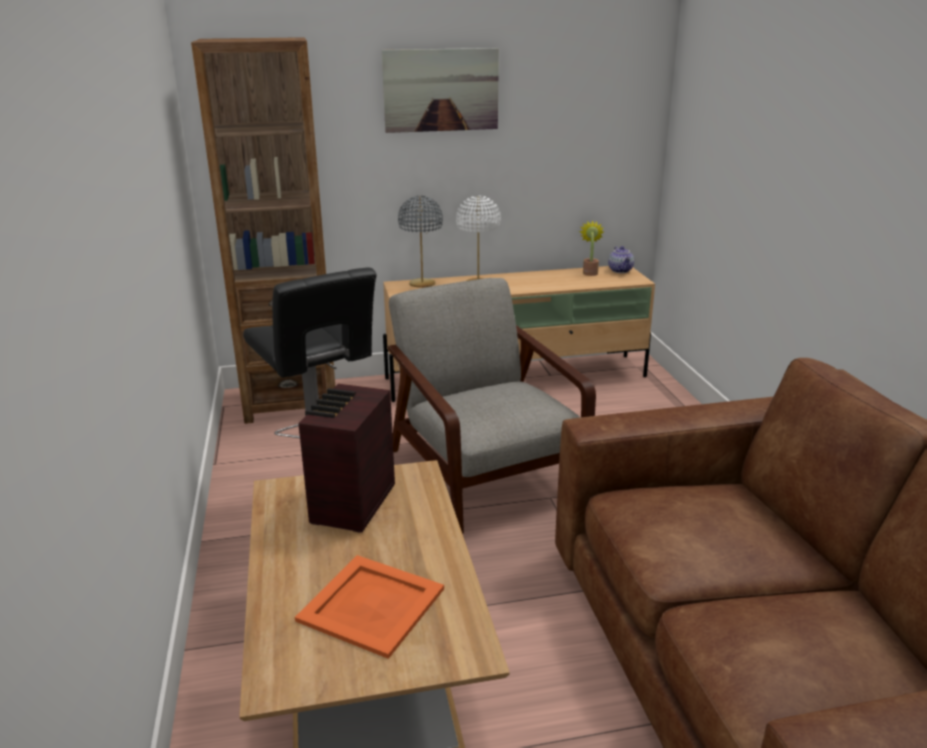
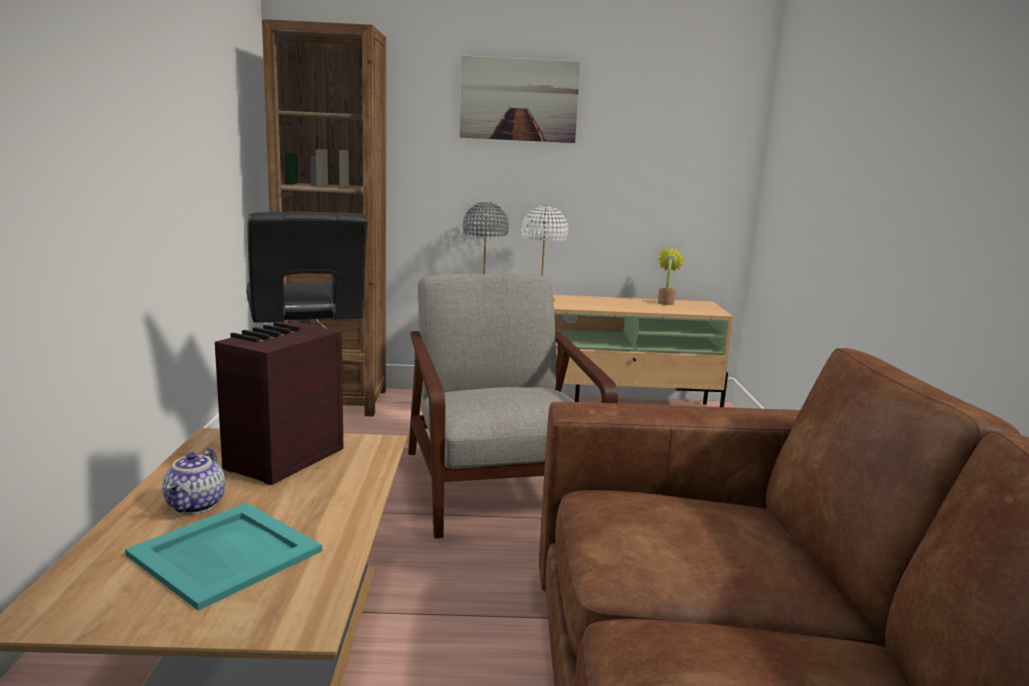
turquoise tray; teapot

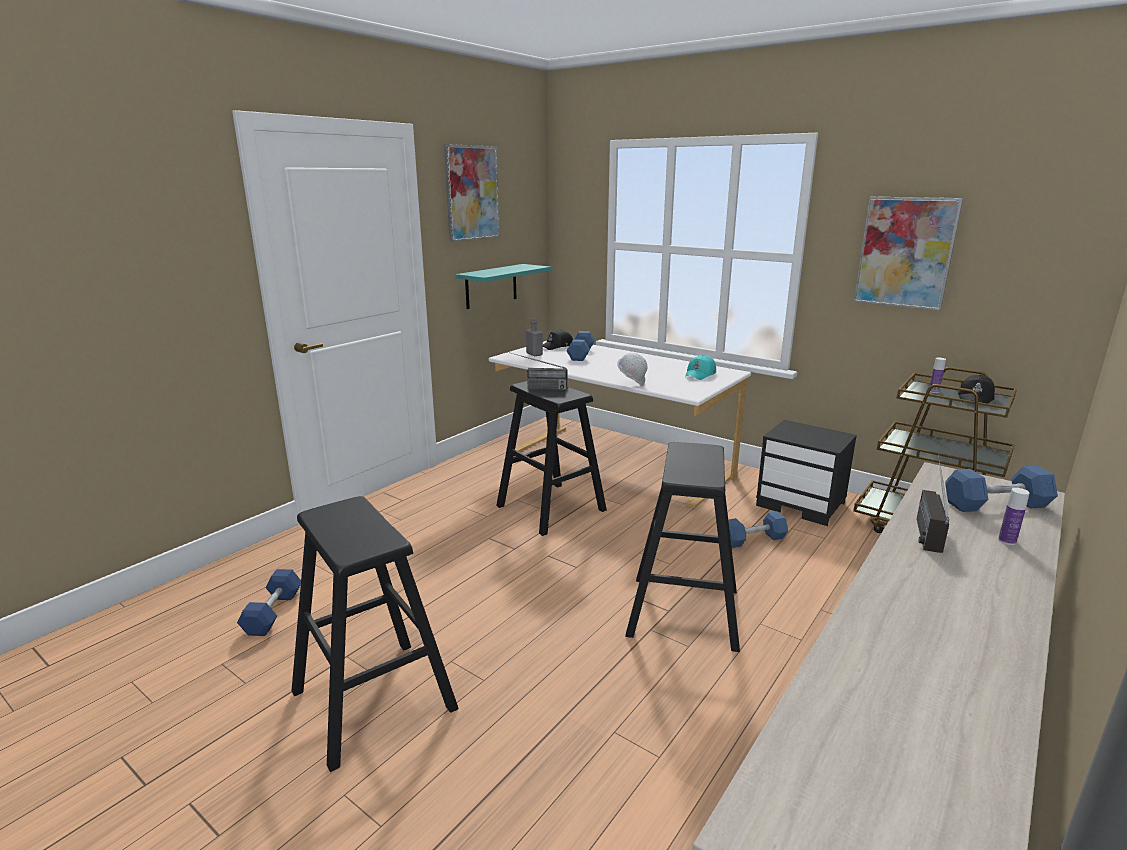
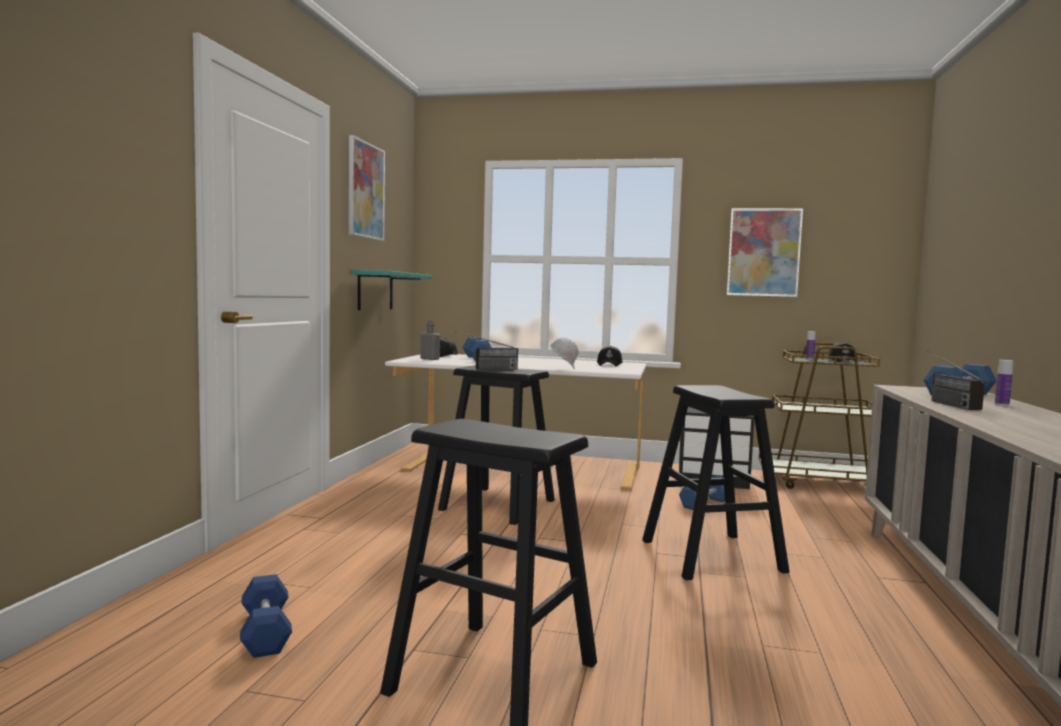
black cap (no. 2 from left)

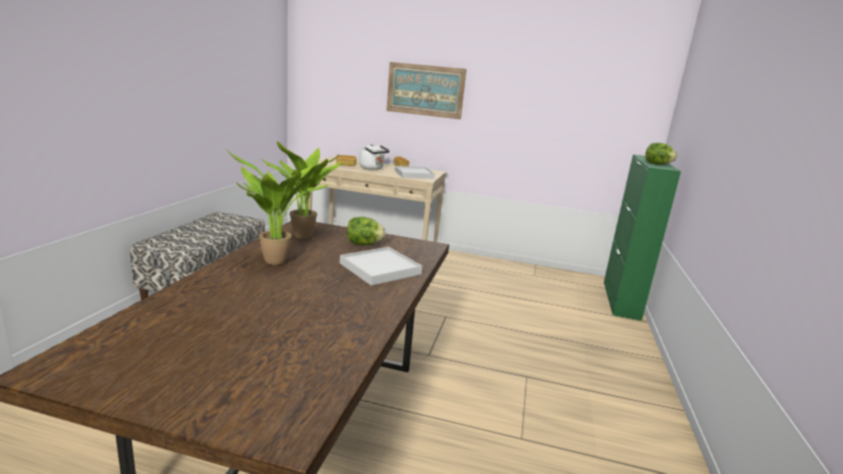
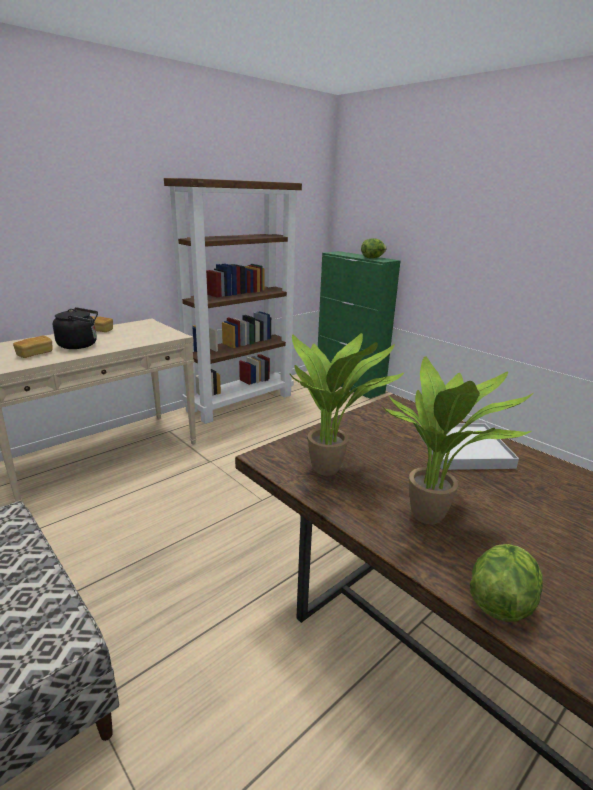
lettuce (no. 2 from left); black kettle; picture; white tray (no. 2 from left in the first image); brown bookcase

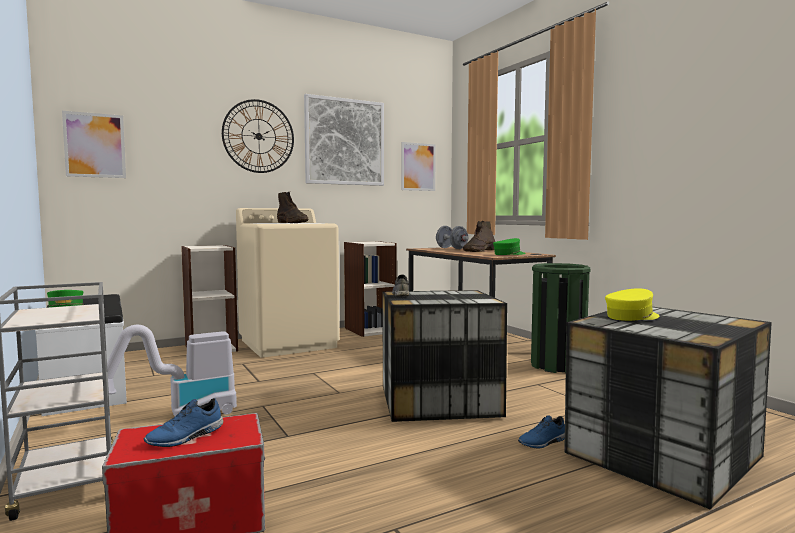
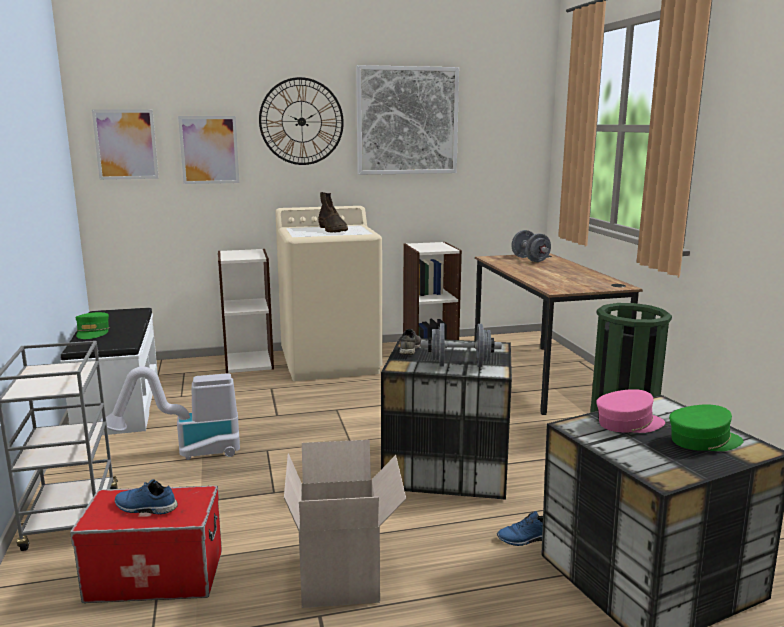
blue shoe (no. 1 from left); picture (no. 2 from left); brown boot (no. 2 from left in the first image); green cap (no. 2 from left); pink cap; cardboard box; grey dumbbell (no. 1 from left)

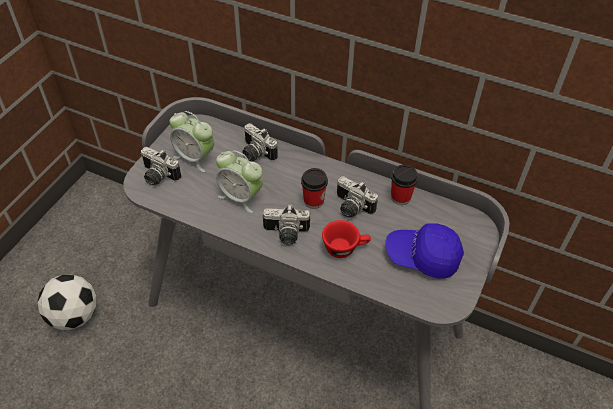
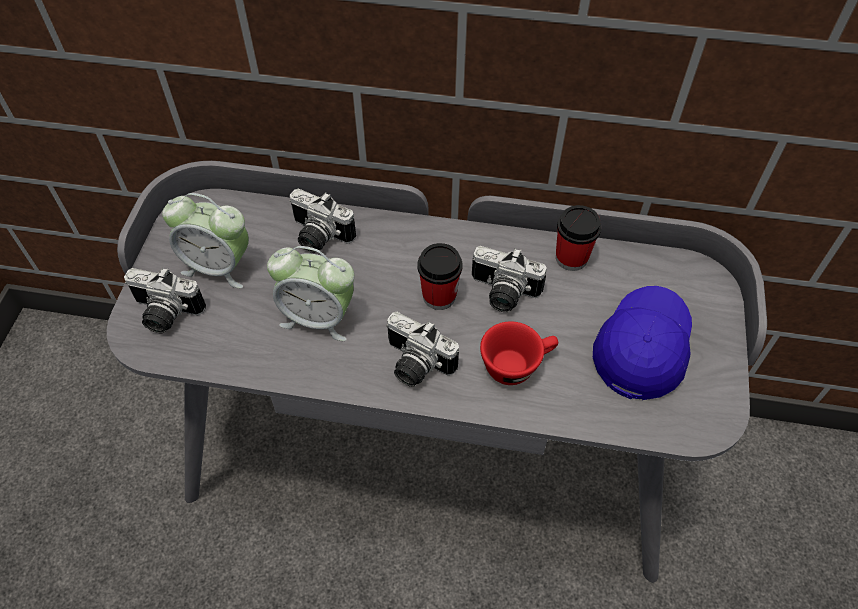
football; photo camera (no. 3 from left); blue cap

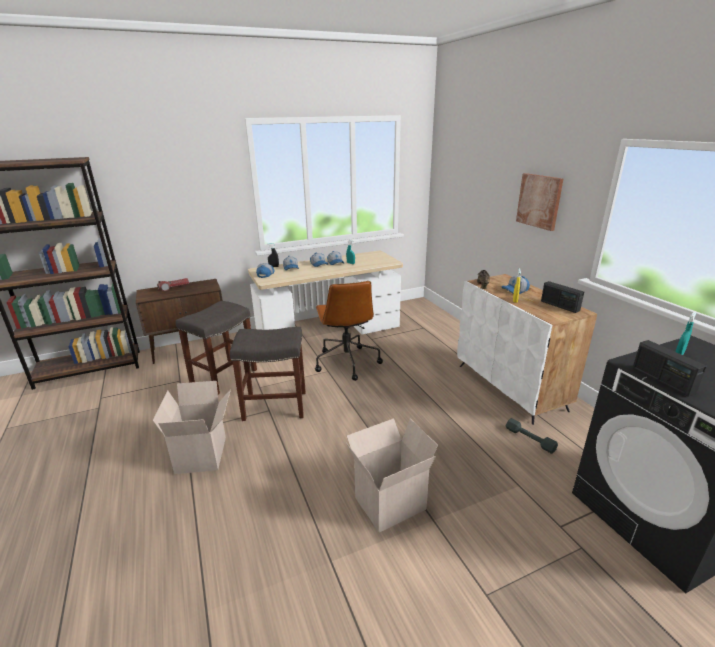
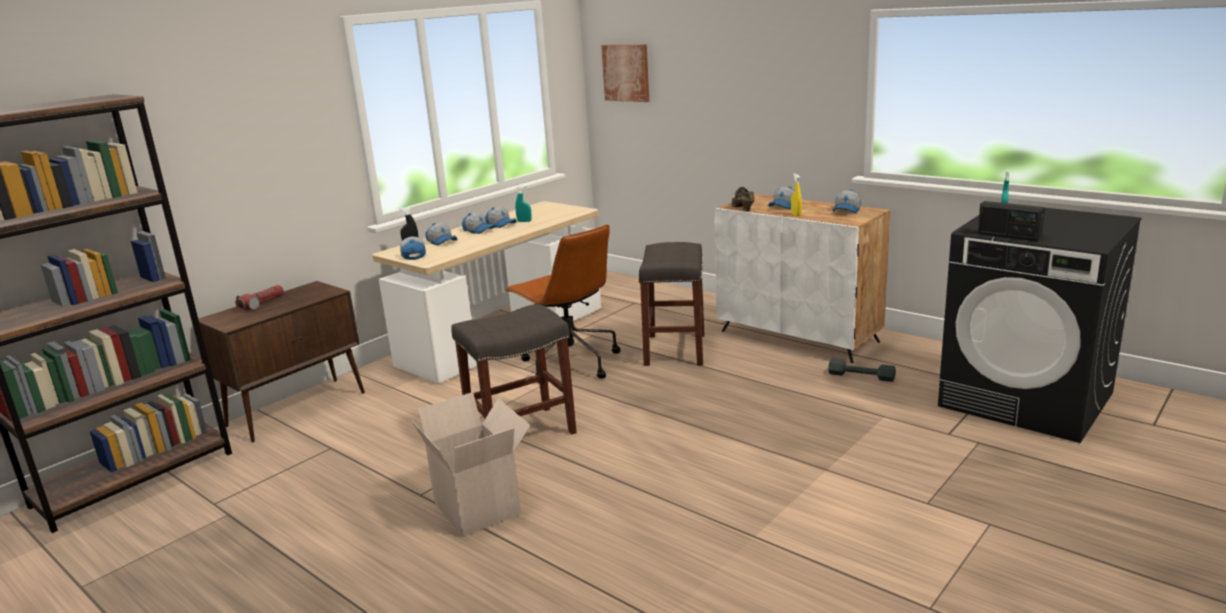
grey stool (no. 2 from left); cardboard box (no. 2 from left in the first image); picture; cap (no. 6 from left)

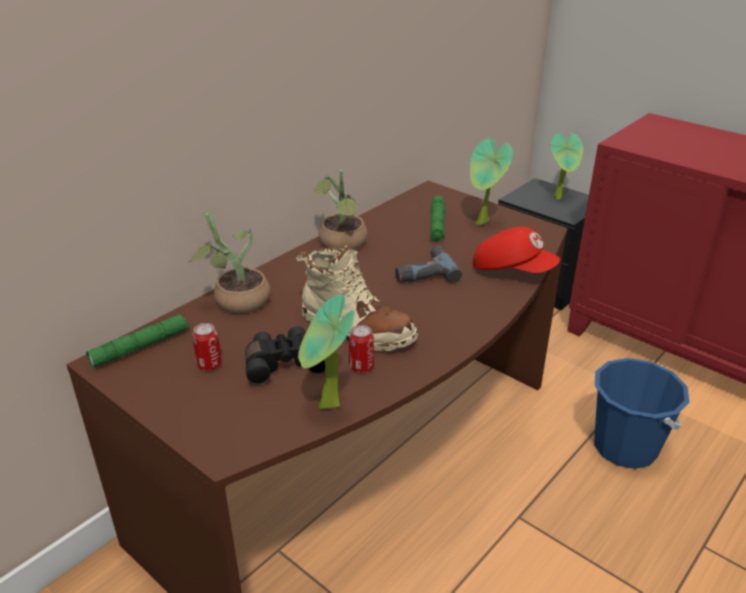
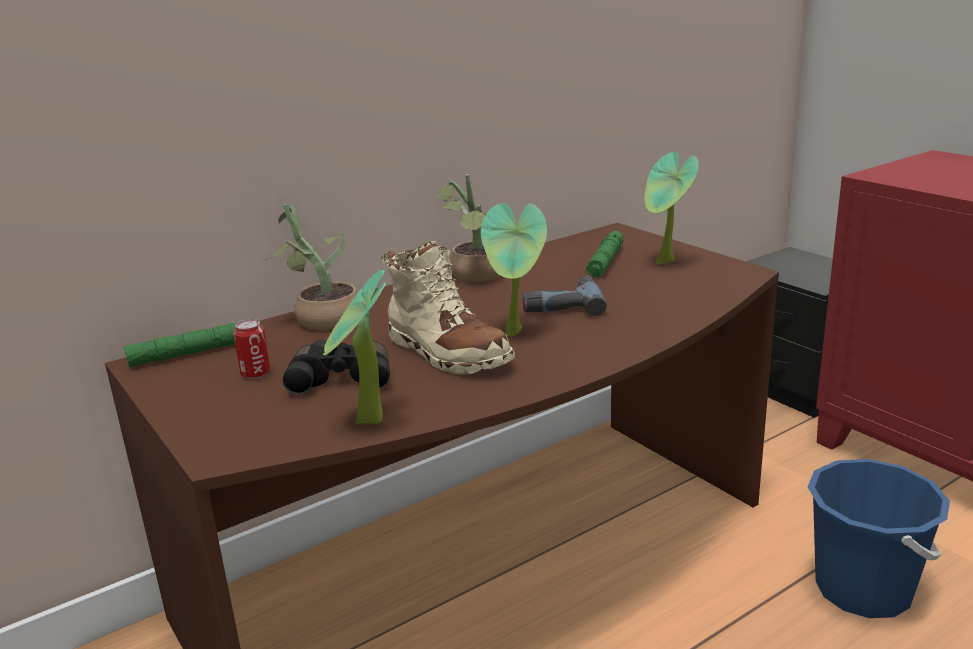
can (no. 2 from left in the first image); red cap; potted plant (no. 4 from left)

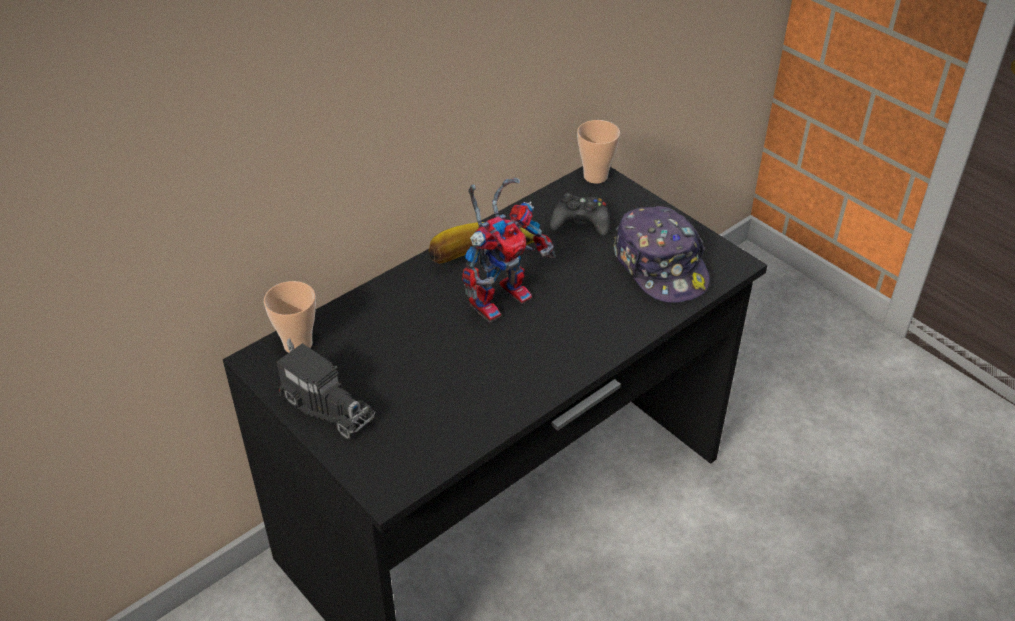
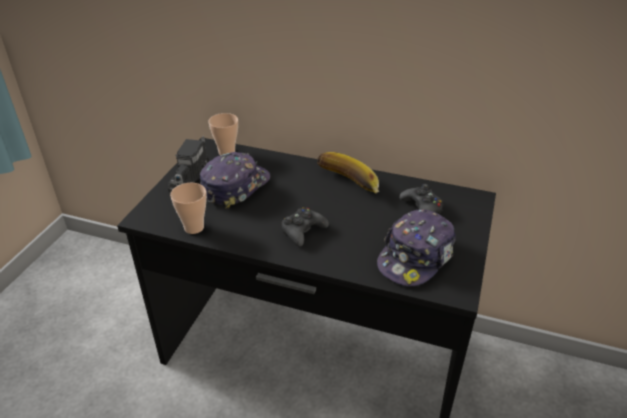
toy robot; cup (no. 1 from left); cap (no. 1 from left); black game controller (no. 1 from left)

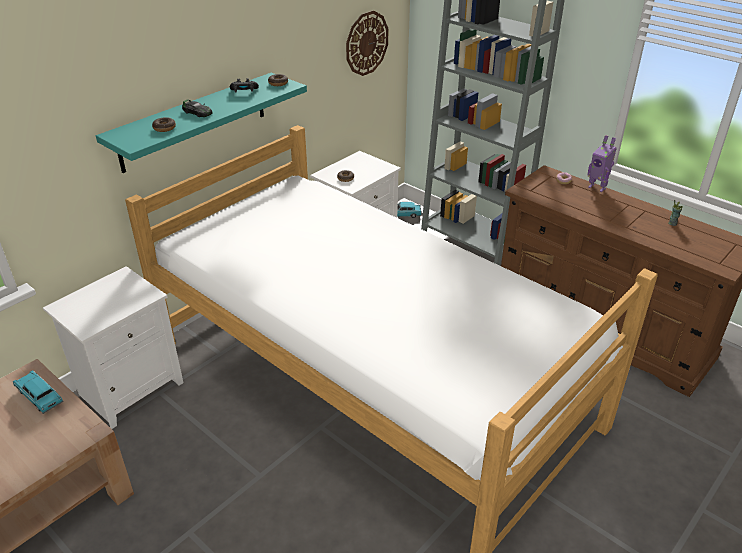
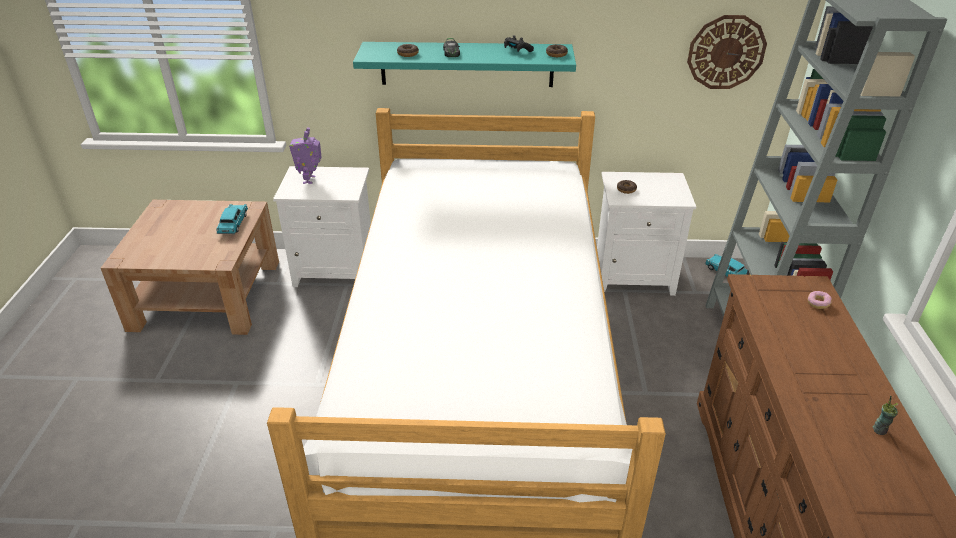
toy robot

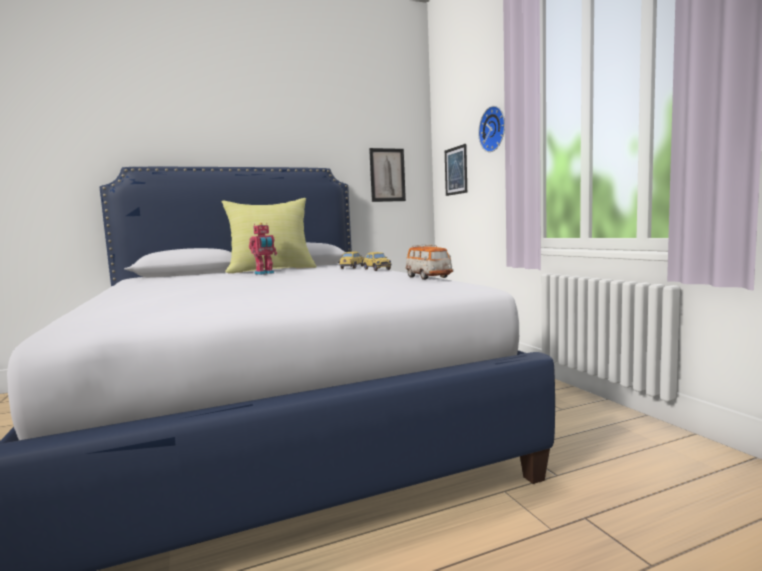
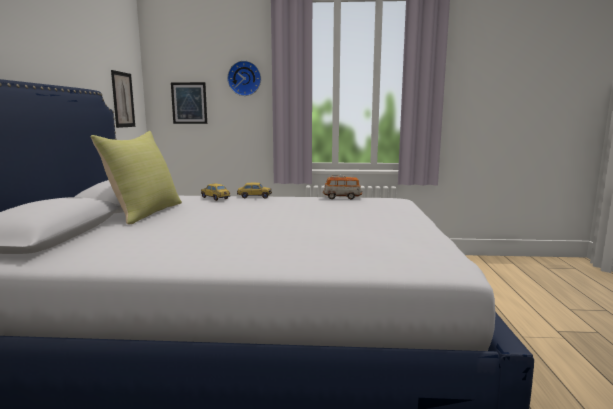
toy robot

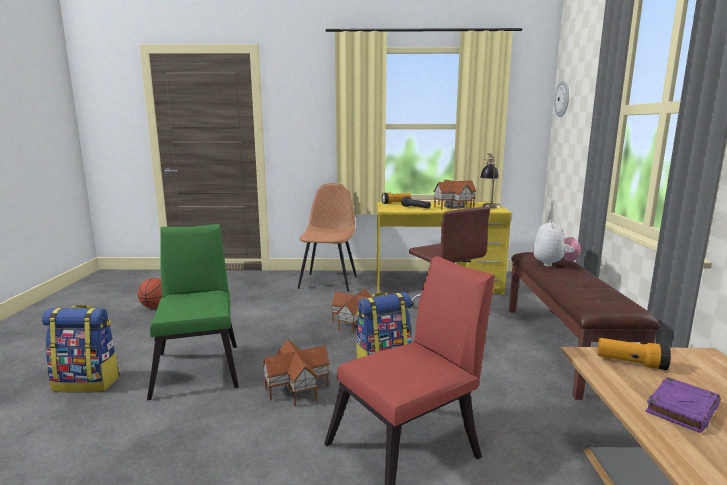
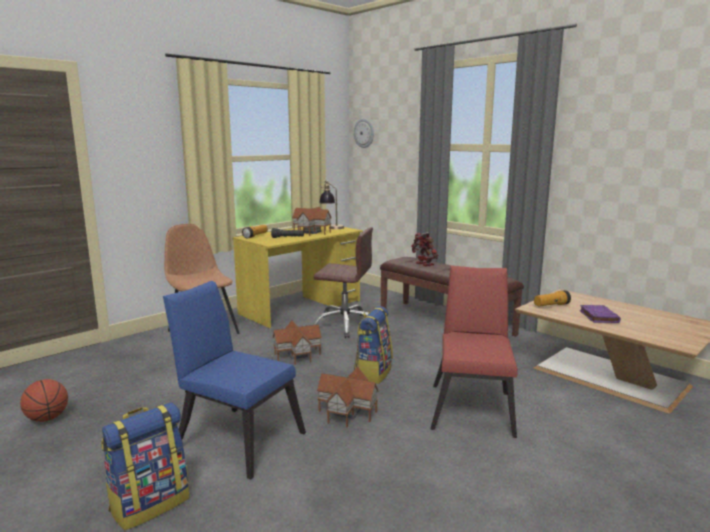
blue chair; toy robot

